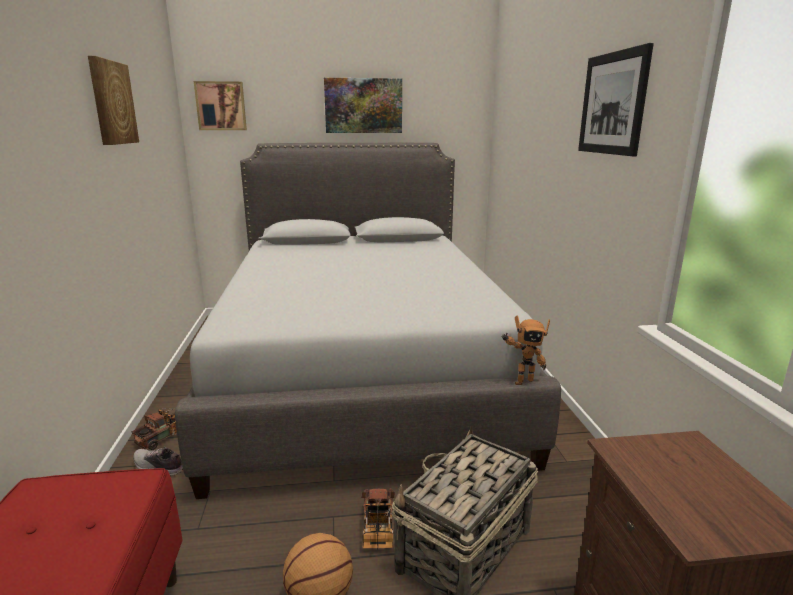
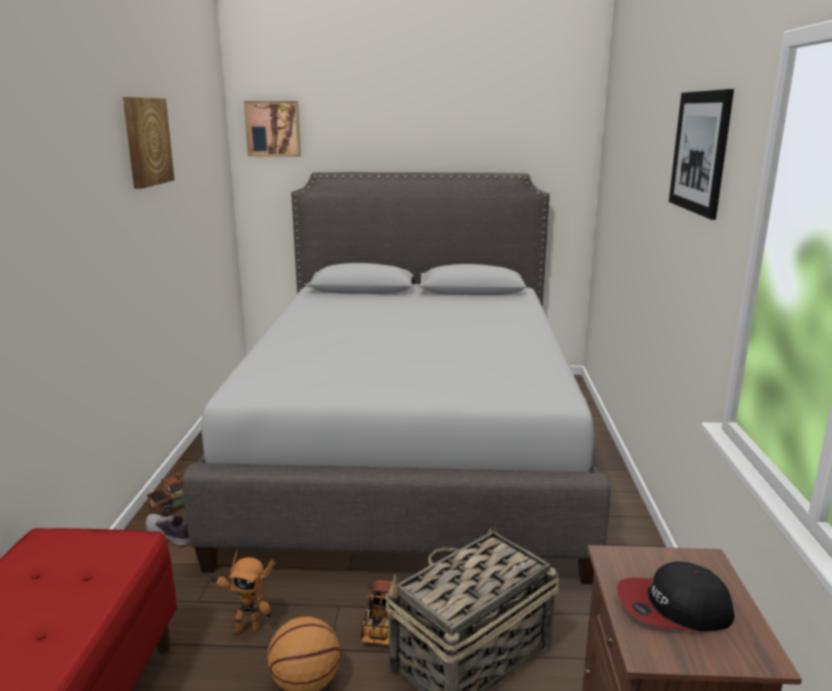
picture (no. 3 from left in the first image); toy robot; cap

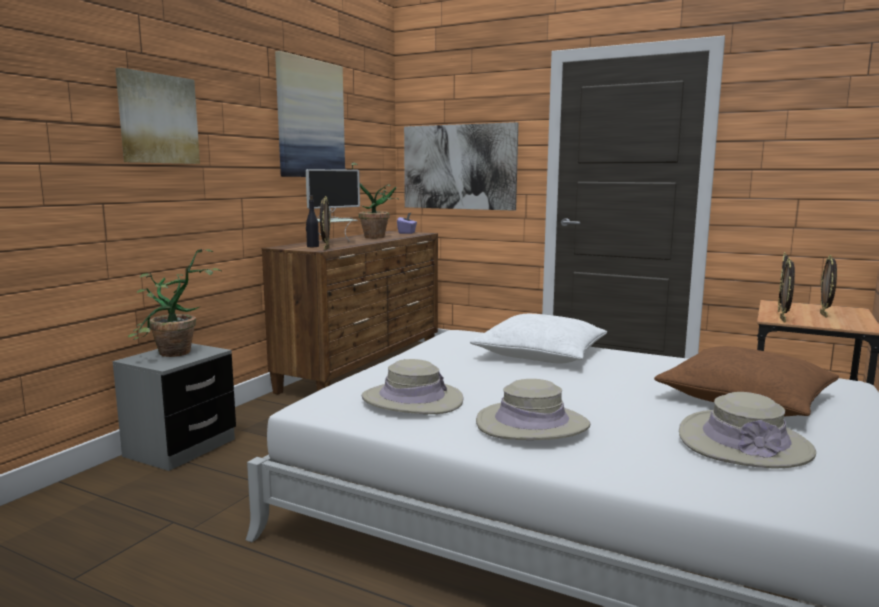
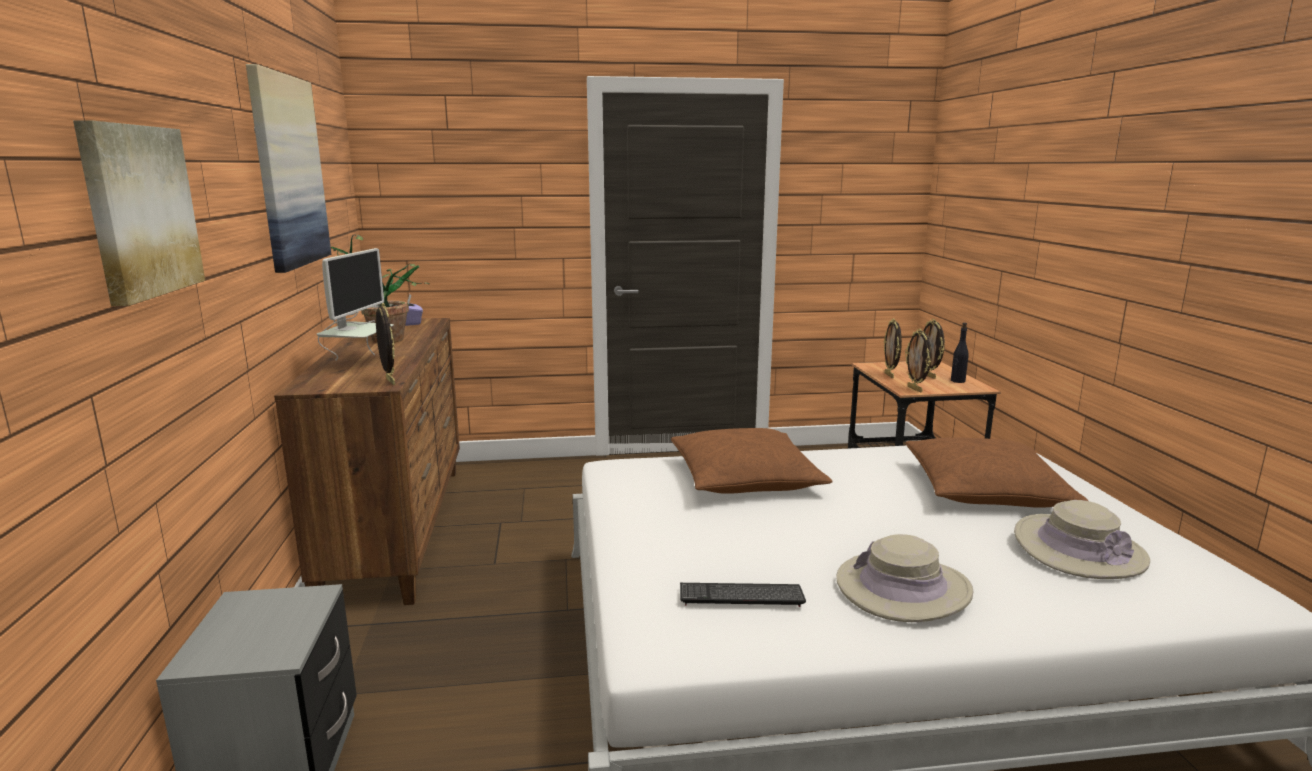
potted plant (no. 1 from left in the first image); black bottle; keyboard; picture (no. 3 from left in the first image); brown pillow (no. 1 from left)

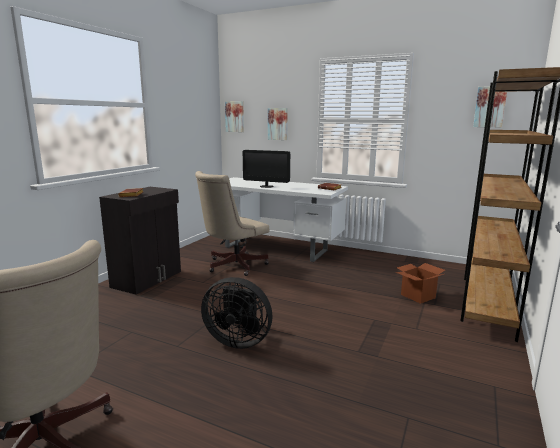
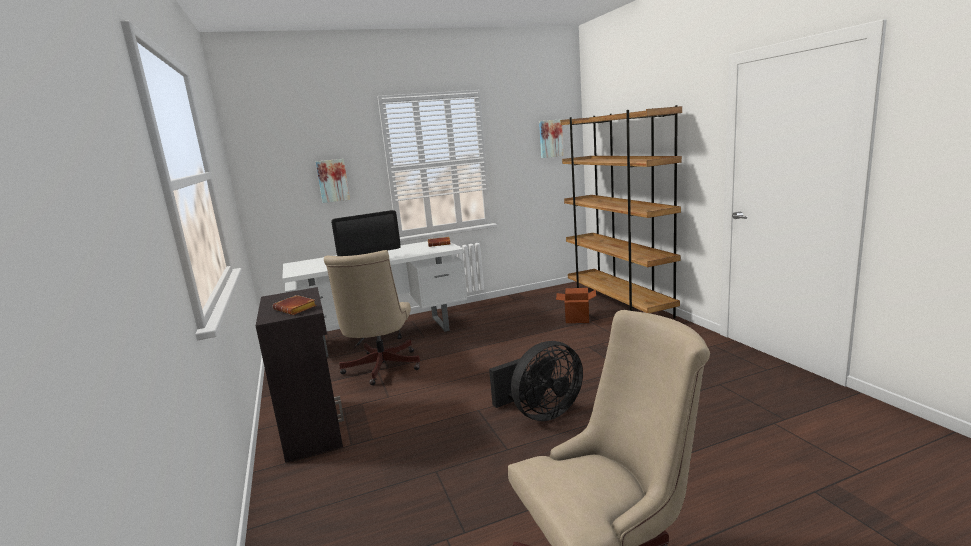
picture (no. 1 from left in the first image)

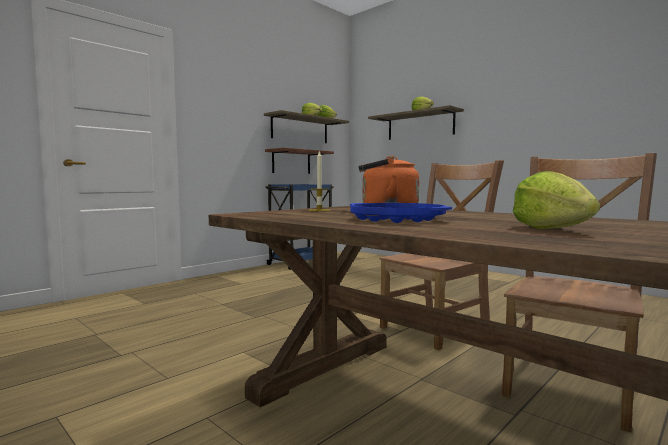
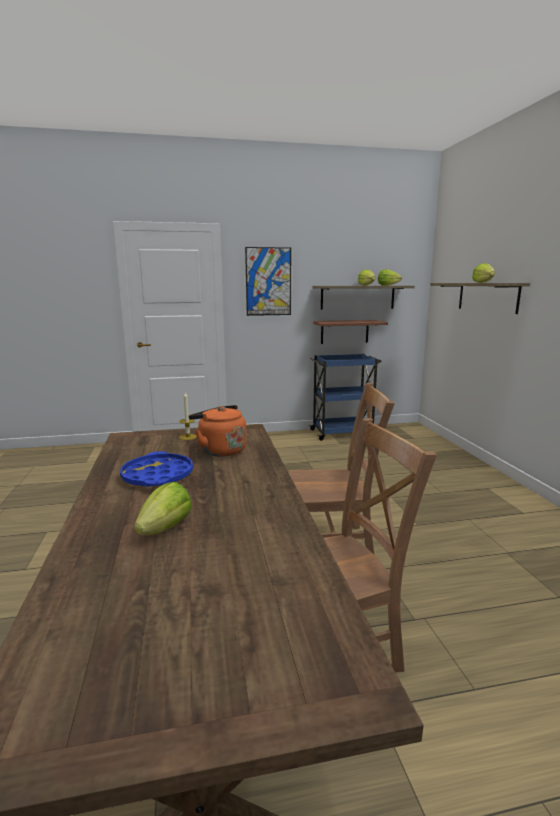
picture

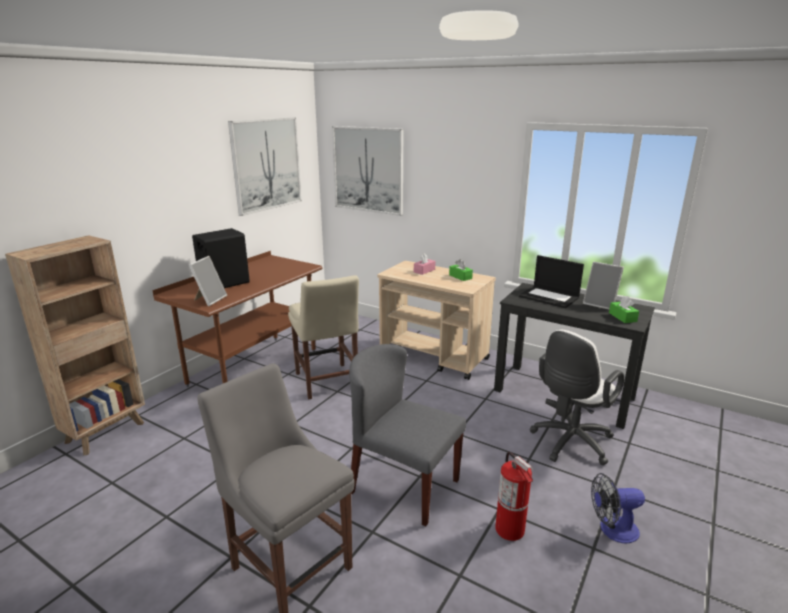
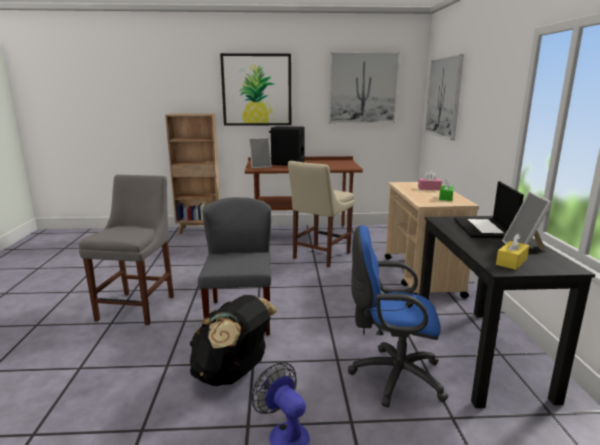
black backpack; blue office chair; yellow tissue box; picture (no. 1 from left)

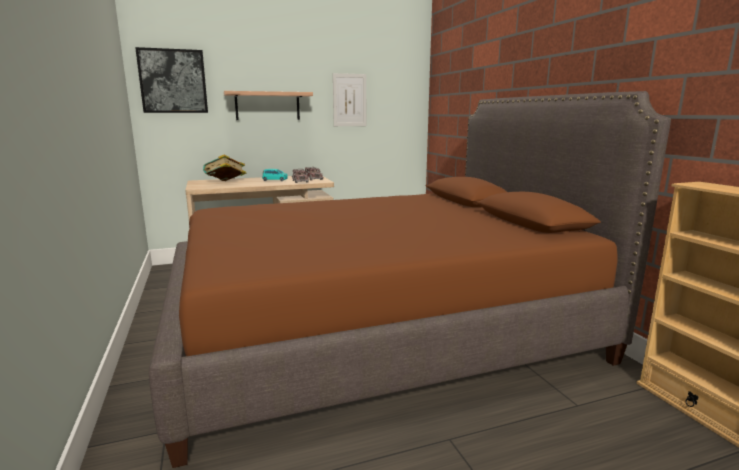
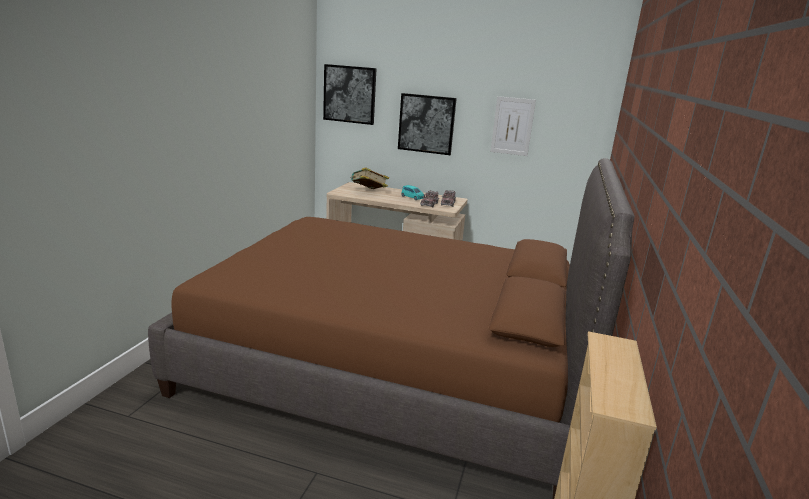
picture (no. 2 from left)

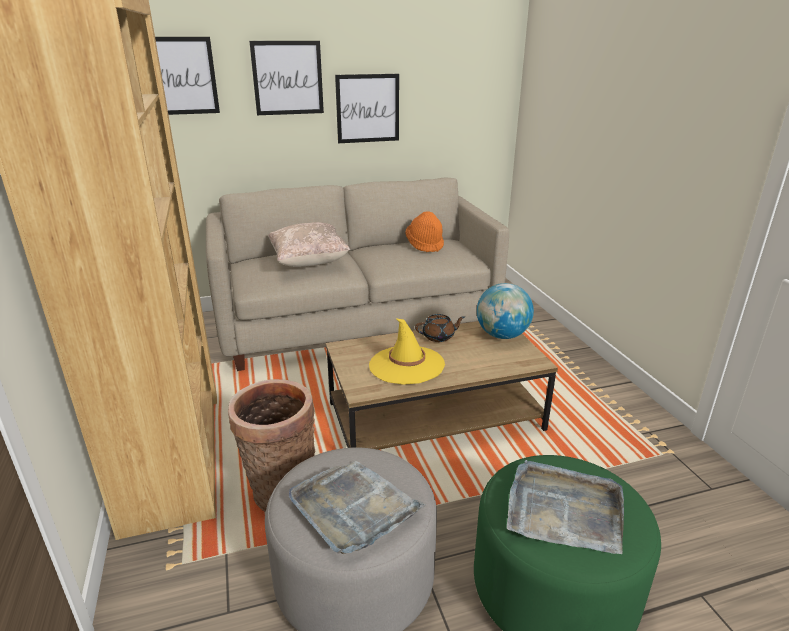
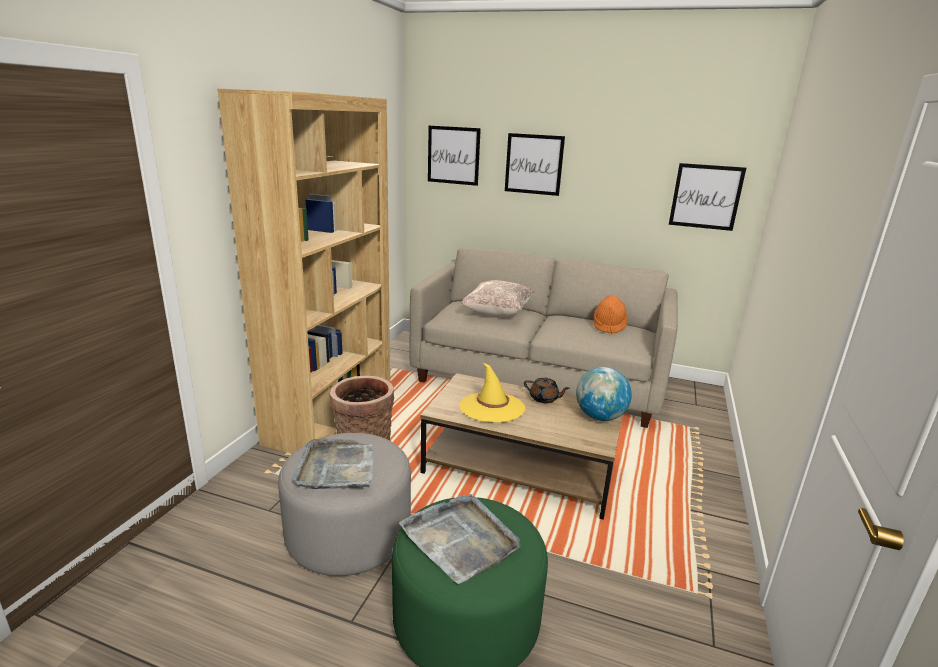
picture (no. 3 from left)

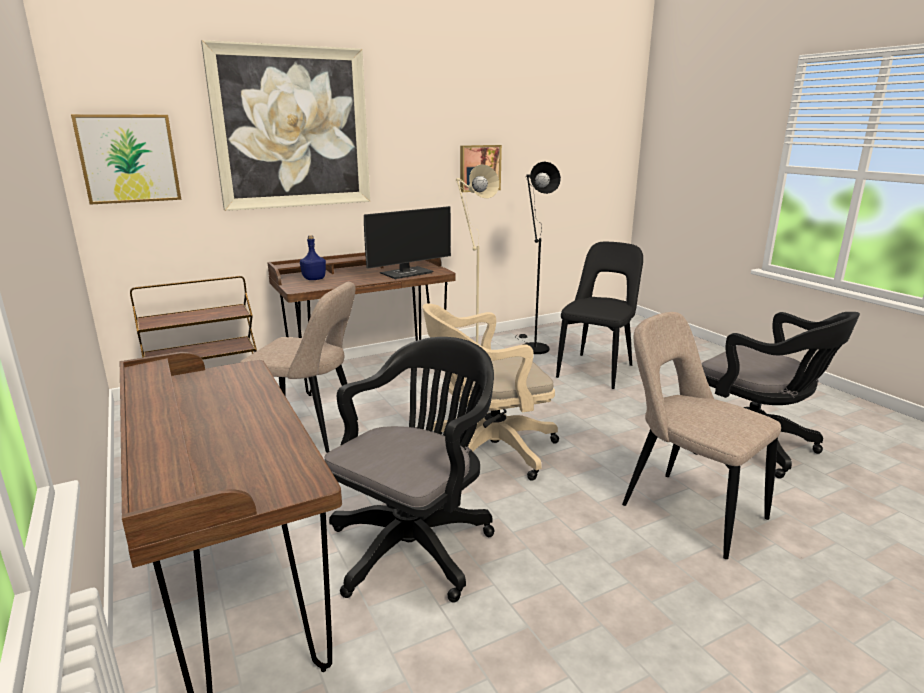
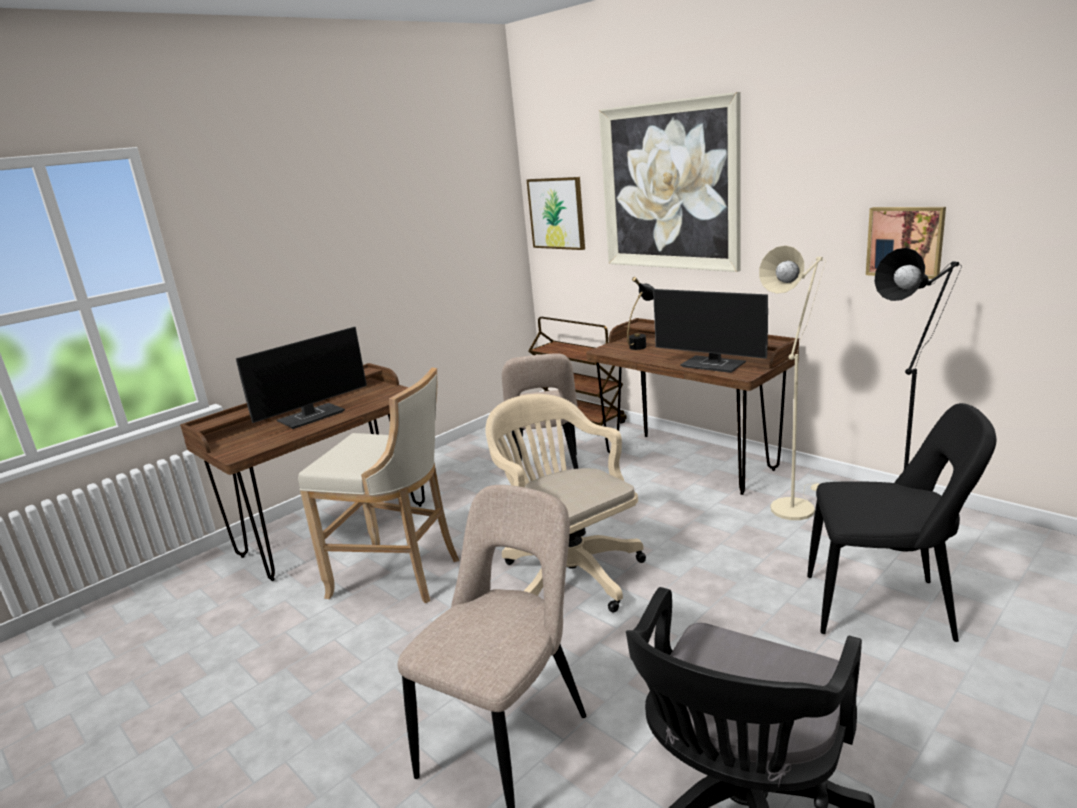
black table lamp; beige stool; monitor (no. 1 from left)

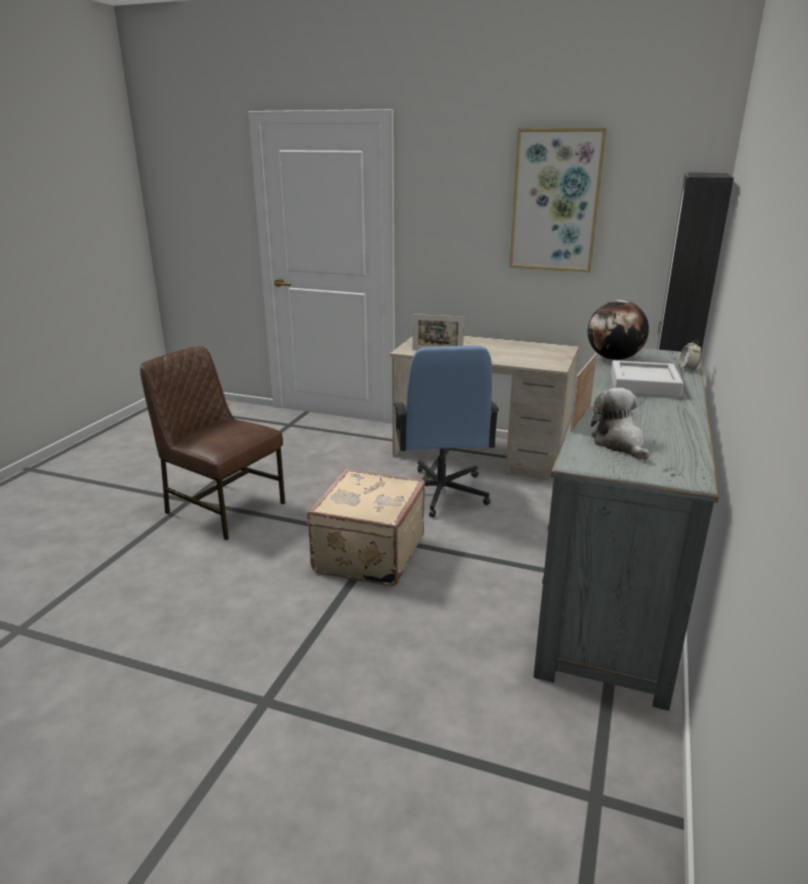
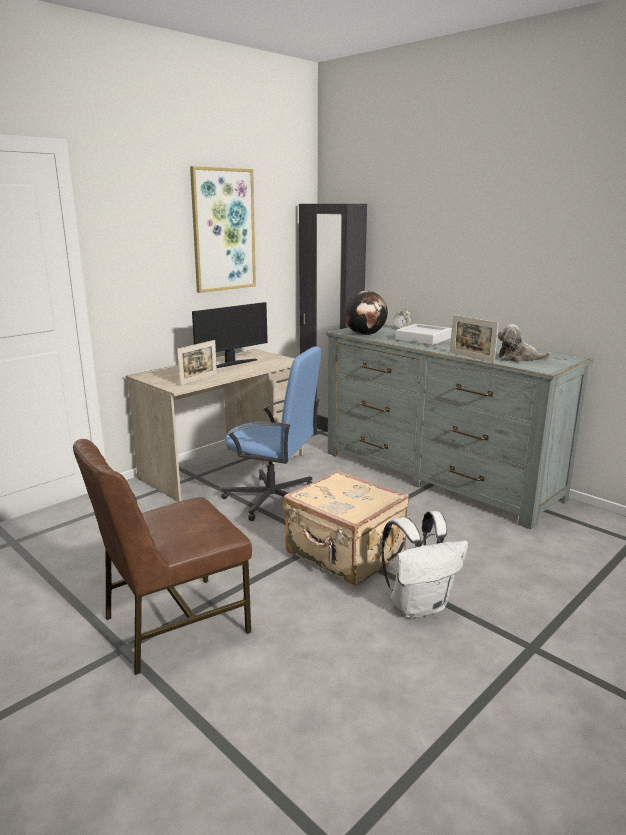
monitor; white backpack

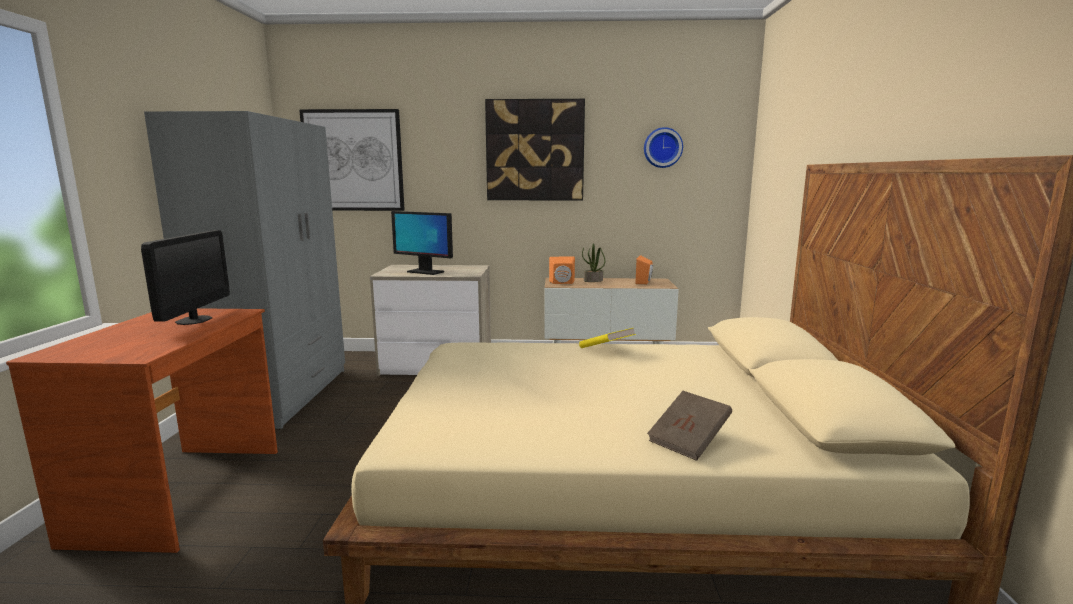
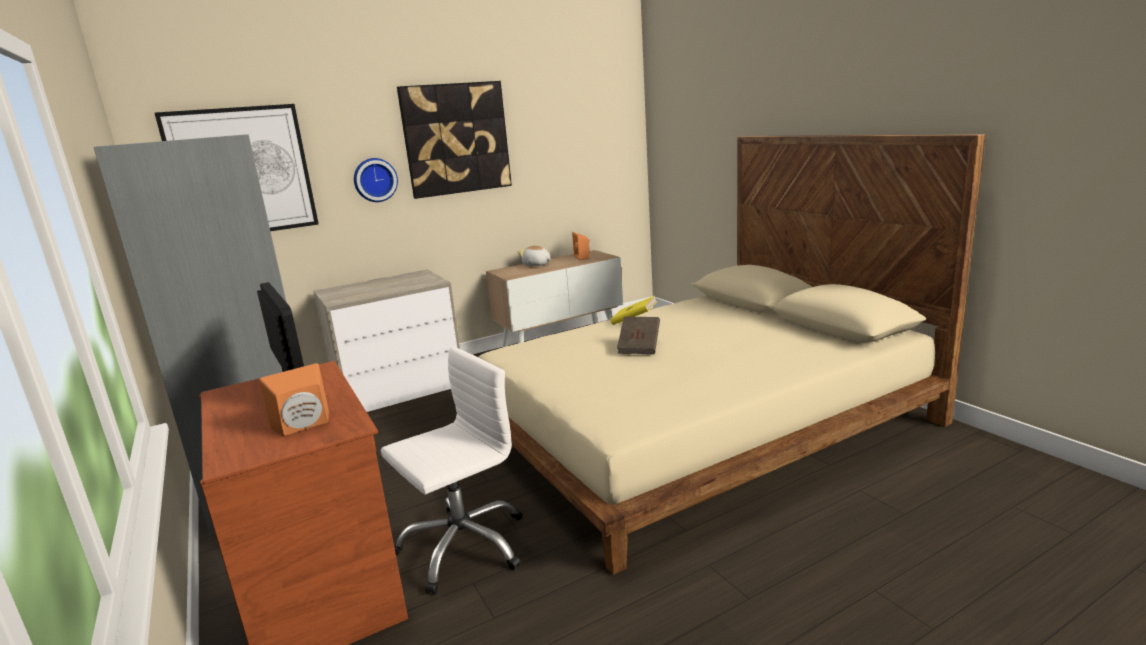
monitor (no. 2 from left in the first image); orange speaker (no. 1 from left); plush toy; wall clock; brown book; white office chair

